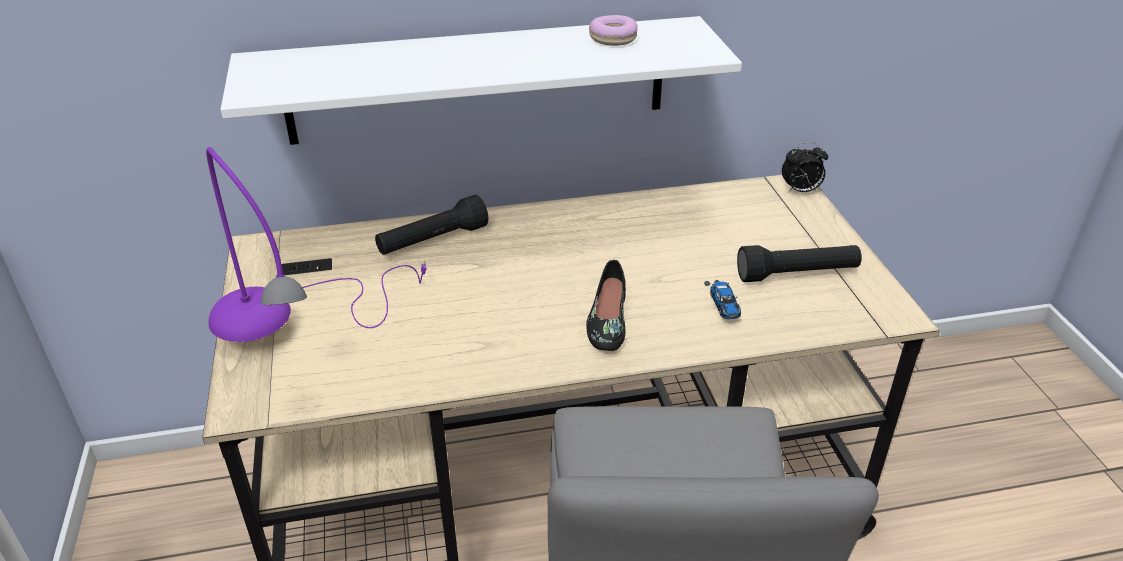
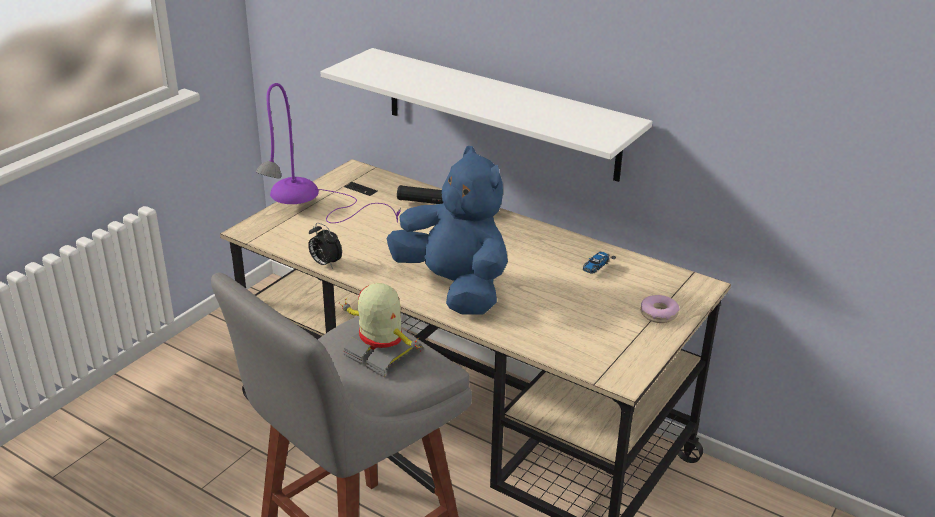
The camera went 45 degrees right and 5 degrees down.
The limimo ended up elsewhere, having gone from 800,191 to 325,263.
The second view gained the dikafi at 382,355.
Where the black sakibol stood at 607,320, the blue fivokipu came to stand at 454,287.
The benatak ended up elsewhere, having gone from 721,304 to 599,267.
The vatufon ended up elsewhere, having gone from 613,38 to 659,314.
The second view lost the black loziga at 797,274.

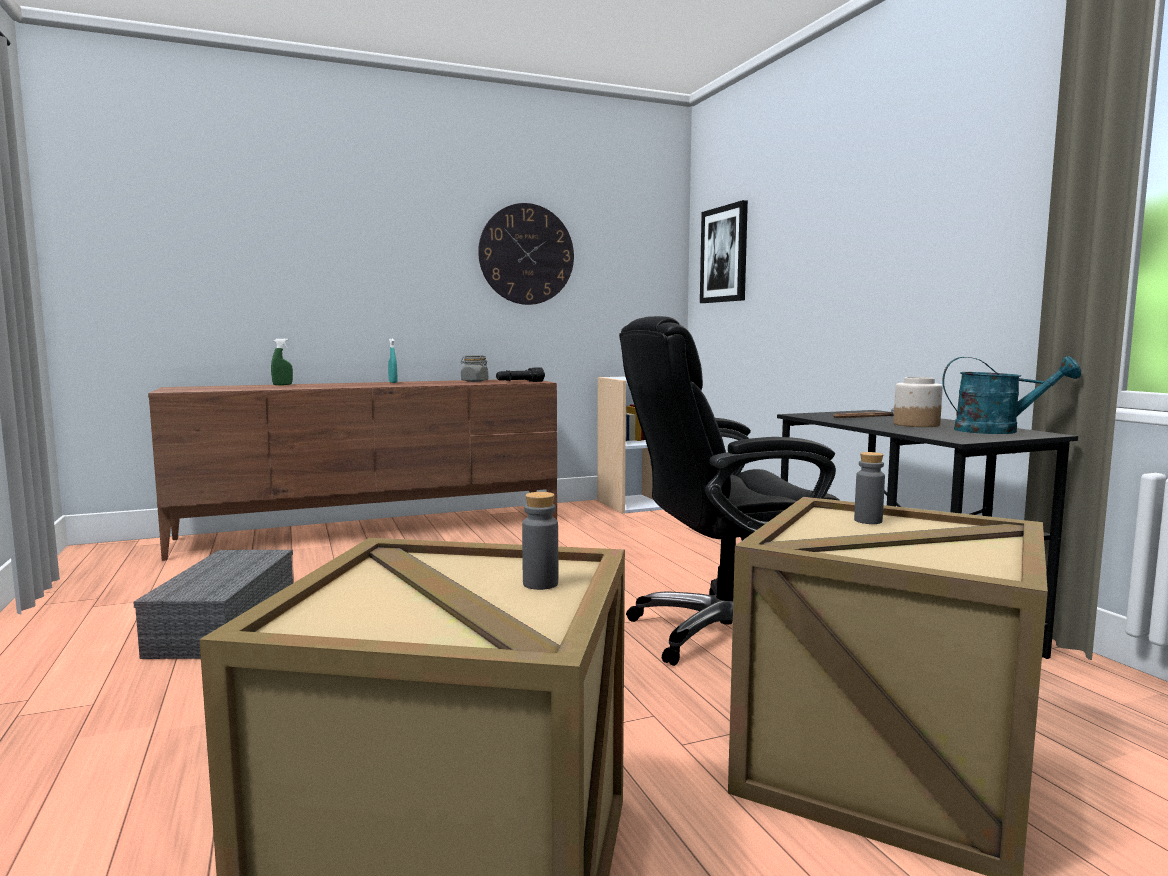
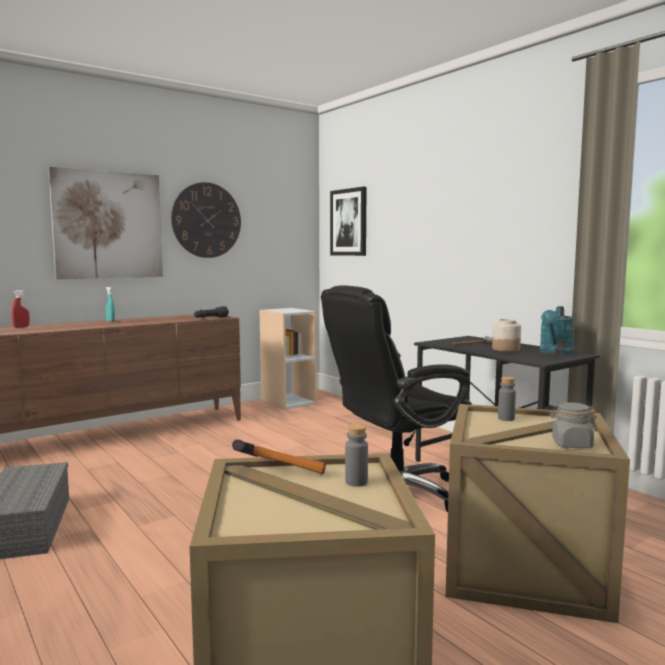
The camera went 15 degrees left and 0 degrees up.
What was the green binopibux at 282,385 turned into the red binopibux at 21,327.
The second view gained the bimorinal at 108,225.
The second view gained the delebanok at 280,471.
The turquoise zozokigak at 998,431 ended up facing another way, 120 degrees clockwise from before.
The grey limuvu ended up elsewhere, having gone from 474,381 to 571,444.

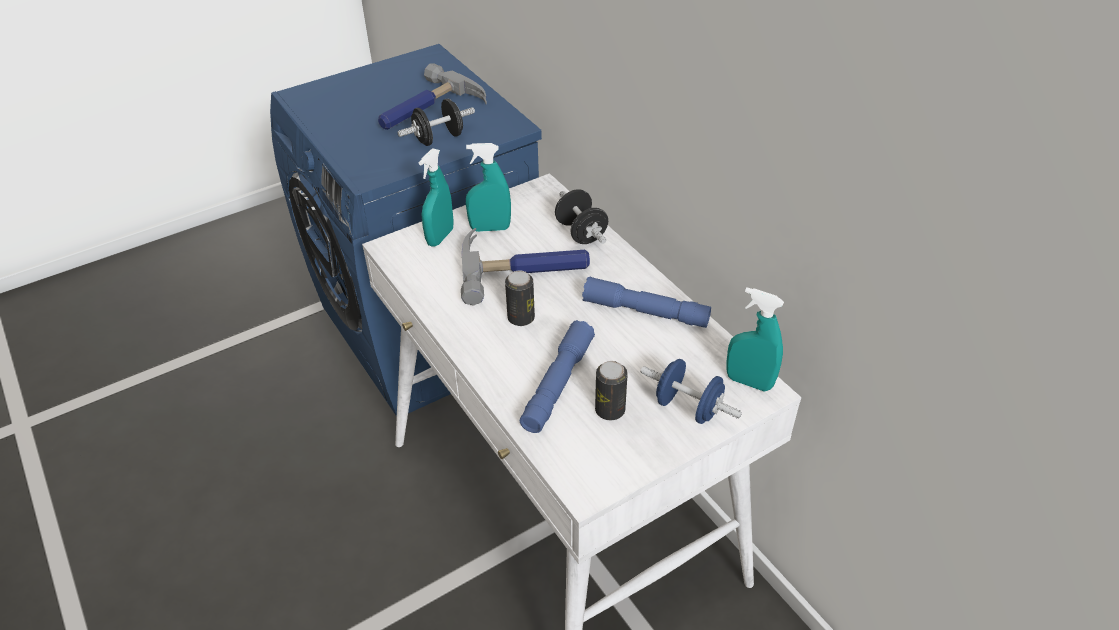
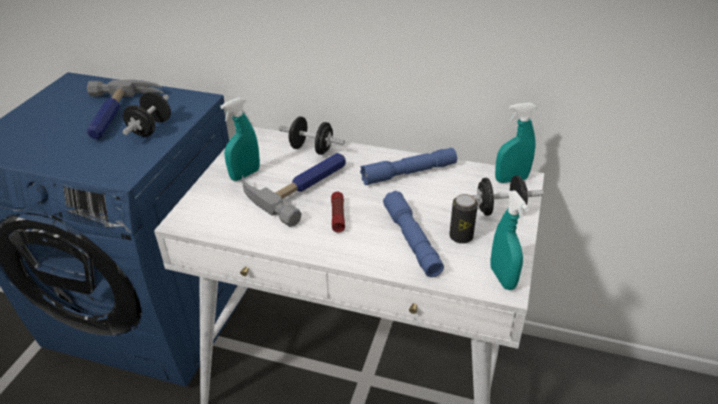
The camera went 40 degrees left and 5 degrees down.
Where the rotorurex stood at 521,318, the loziga came to stand at 337,216.
What was the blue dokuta at 688,407 turned into the black dokuta at 499,210.
The turquoise binopibux ended up elsewhere, having gone from 440,237 to 502,278.

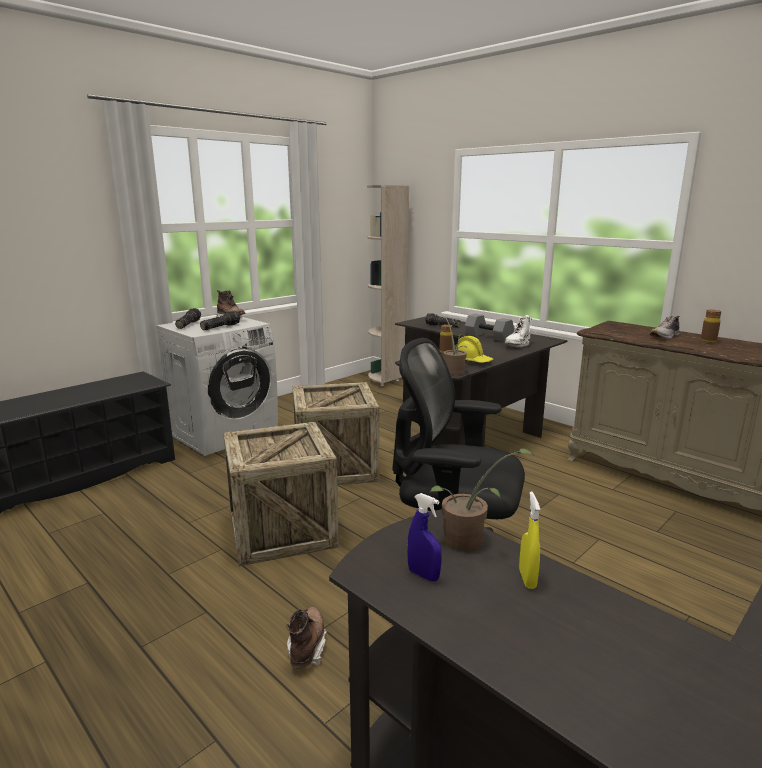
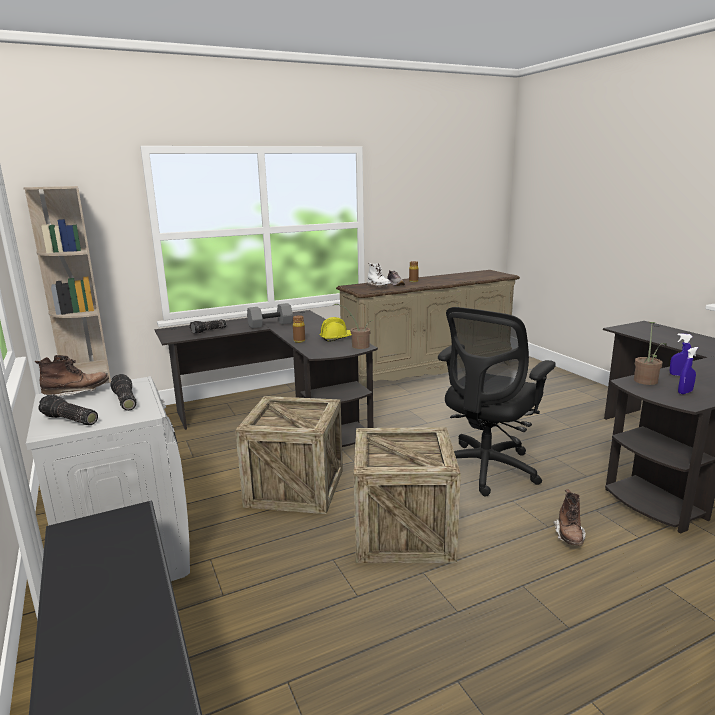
The camera went 70 degrees left and 0 degrees up.
The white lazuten ended up elsewhere, having gone from 517,346 to 378,287.
The brown lazuten at 307,647 ended up facing another way, 105 degrees counterclockwise from before.
What was the yellow binopibux at 527,579 turned into the blue binopibux at 679,375.

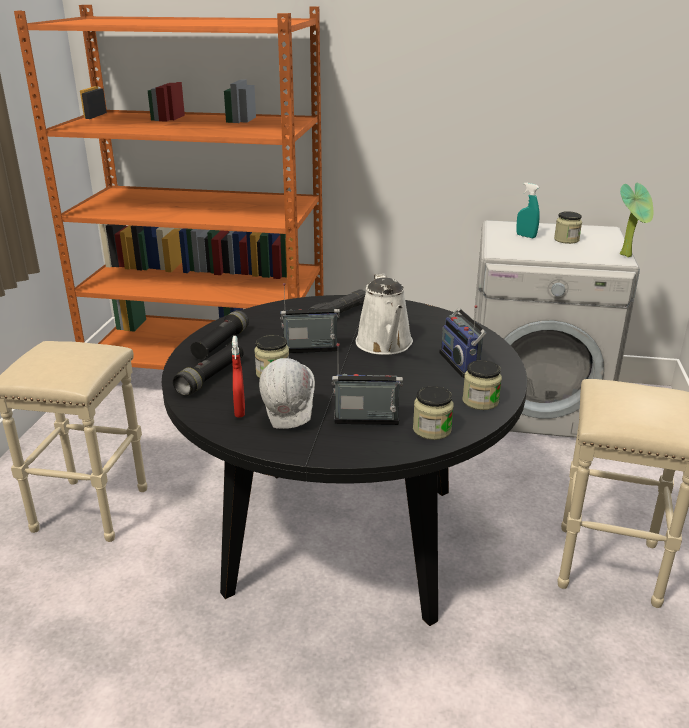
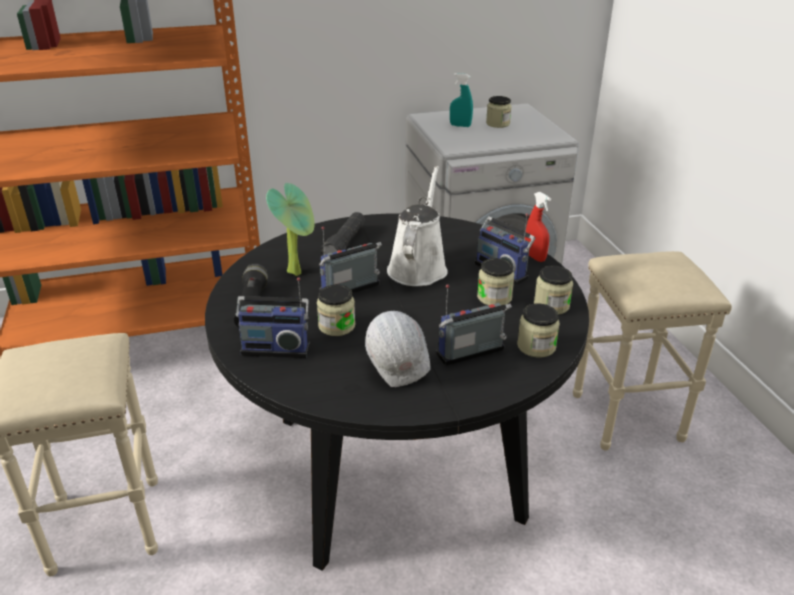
The camera went 25 degrees left and 5 degrees up.
Where the black loziga stood at 210,377, the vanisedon came to stand at 276,348.
The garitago ended up elsewhere, having gone from 628,255 to 298,272.
The white zozokigak at 385,345 ended up facing another way, 135 degrees counterclockwise from before.
The second view gained the limuvu at 494,297.
The red binopibux ended up elsewhere, having gone from 240,411 to 534,257.

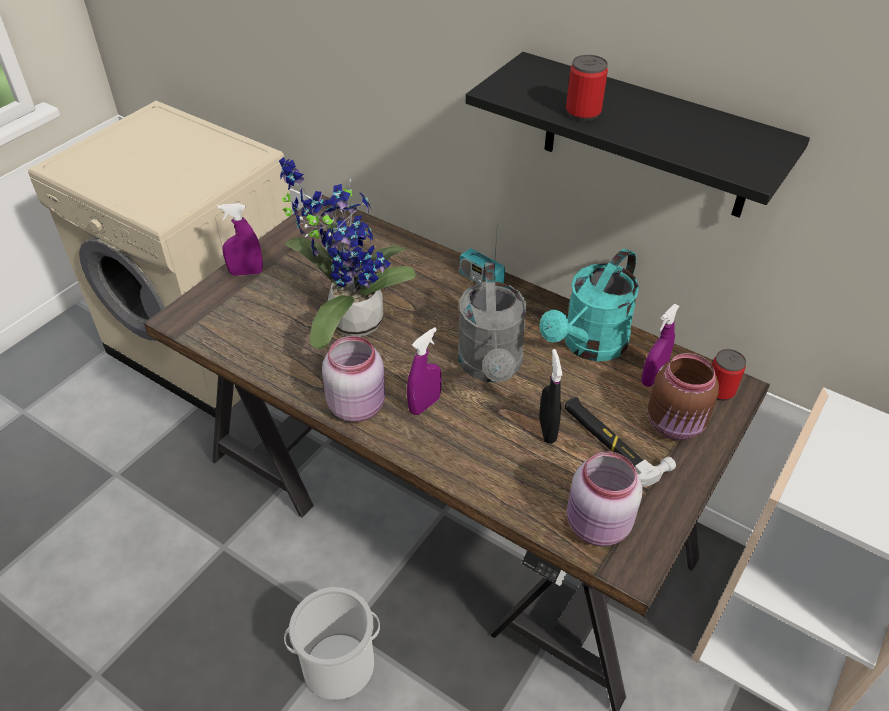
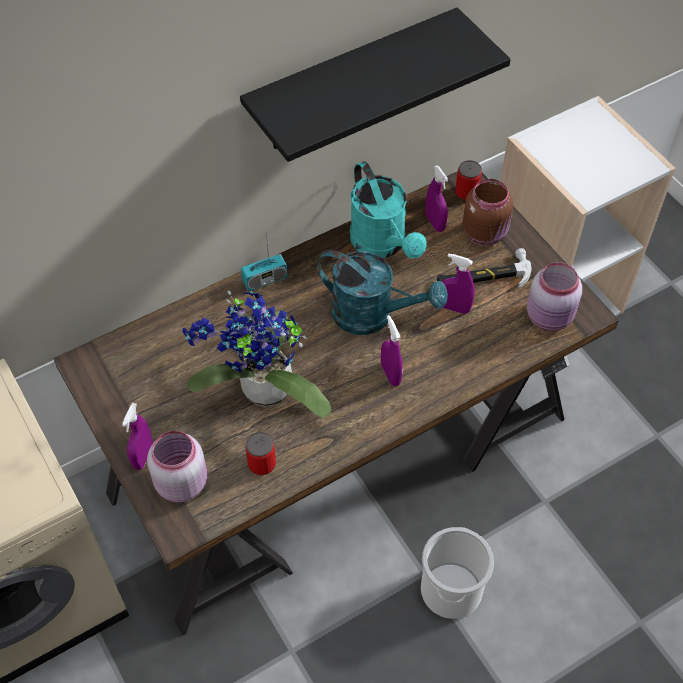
The camera went 65 degrees left and 10 degrees up.
The pink limuvu ended up elsewhere, having gone from 358,405 to 181,482.
The rotorurex ended up elsewhere, having gone from 583,113 to 262,464.
What was the grey zozokigak at 491,367 turned into the turquoise zozokigak at 373,315.
What was the black binopibux at 547,430 turned into the purple binopibux at 454,308.

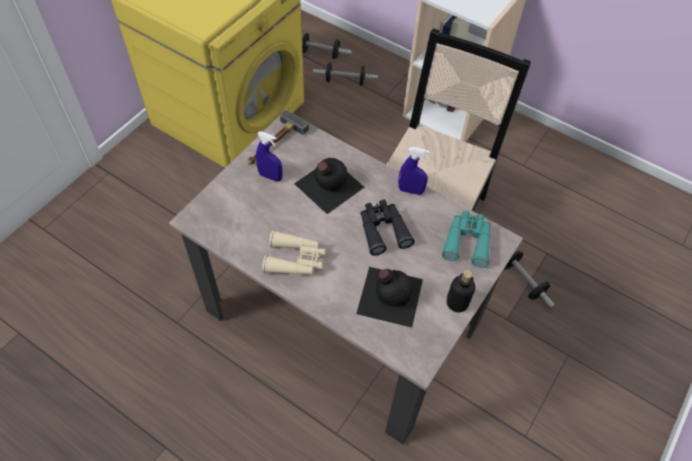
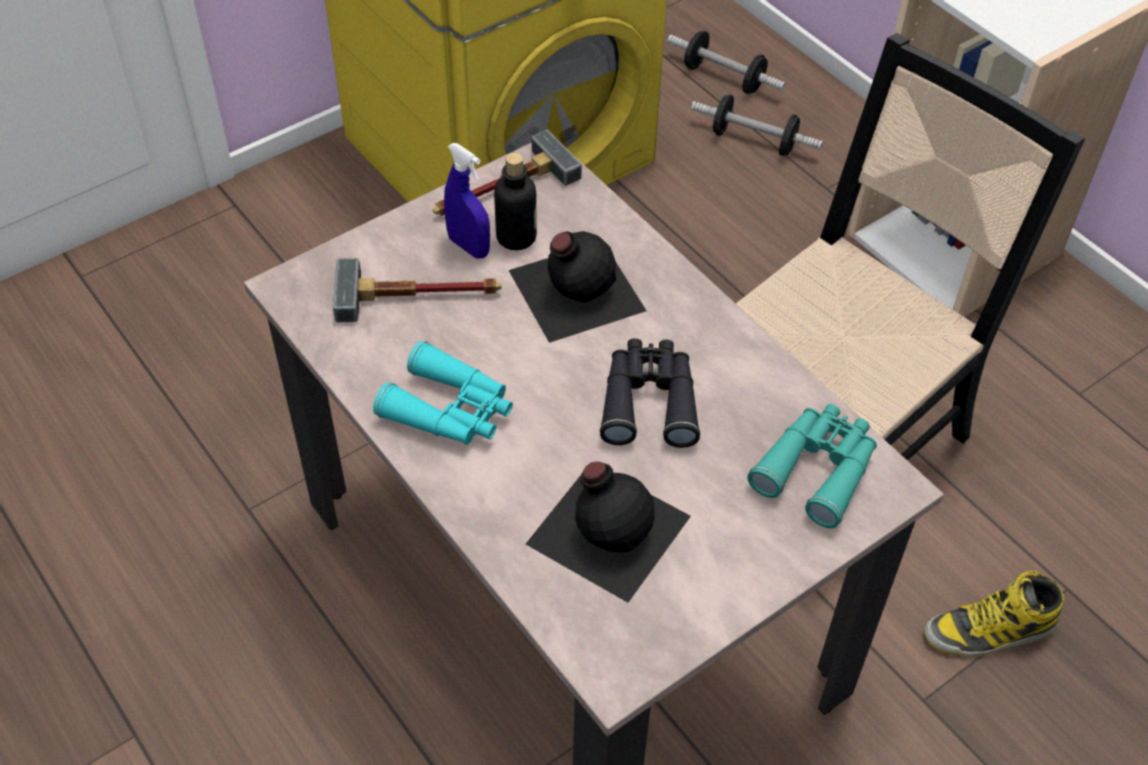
The camera went 20 degrees right and 5 degrees down.
The second view gained the delebanok at 419,295.
What was the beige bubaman at 295,259 turned into the turquoise bubaman at 450,410.
The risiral ended up elsewhere, having gone from 457,303 to 516,237.
Where the dokuta stood at 522,281, the lazuten came to stand at 989,631.
The second view lost the blue binopibux at 410,190.

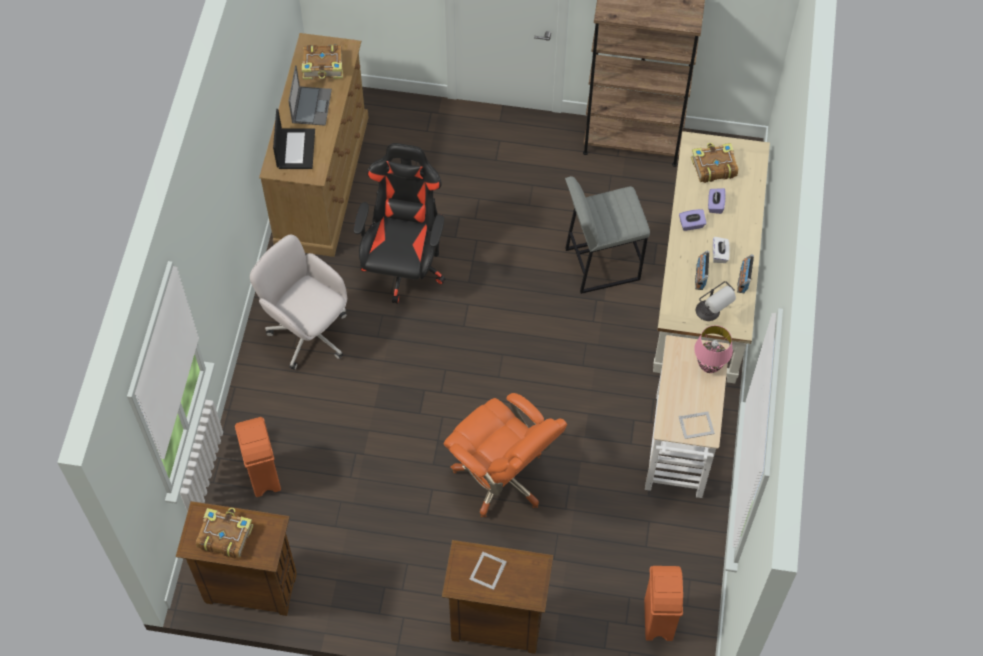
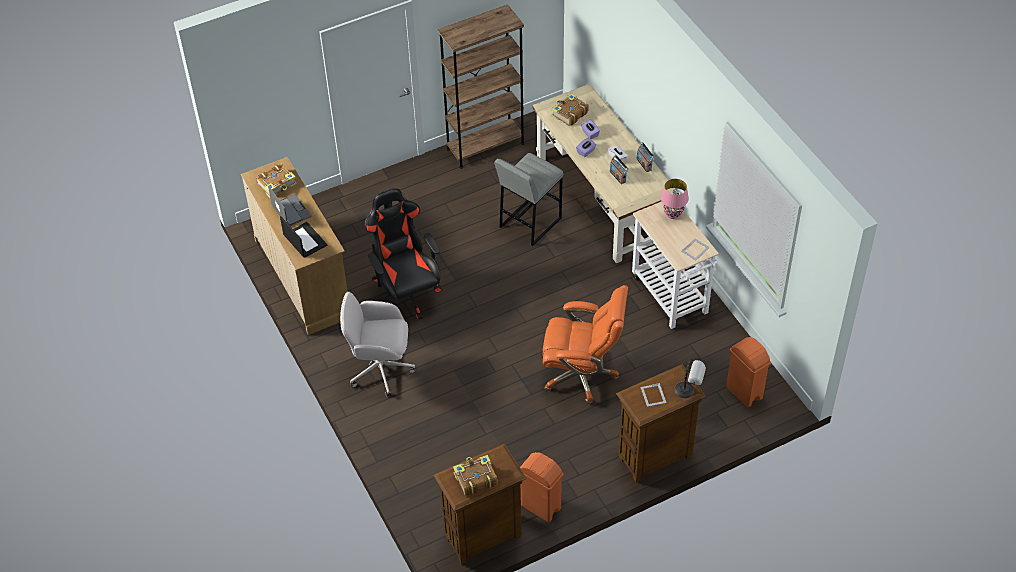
The camera went 35 degrees left and 10 degrees down.
The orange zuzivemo ended up elsewhere, having gone from 263,476 to 541,507.
The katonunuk ended up elsewhere, having gone from 711,314 to 689,390.

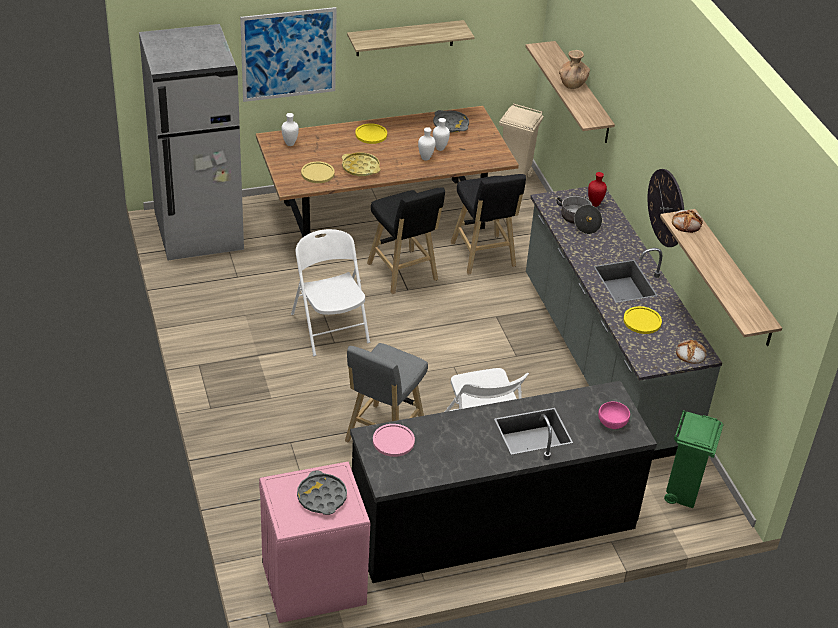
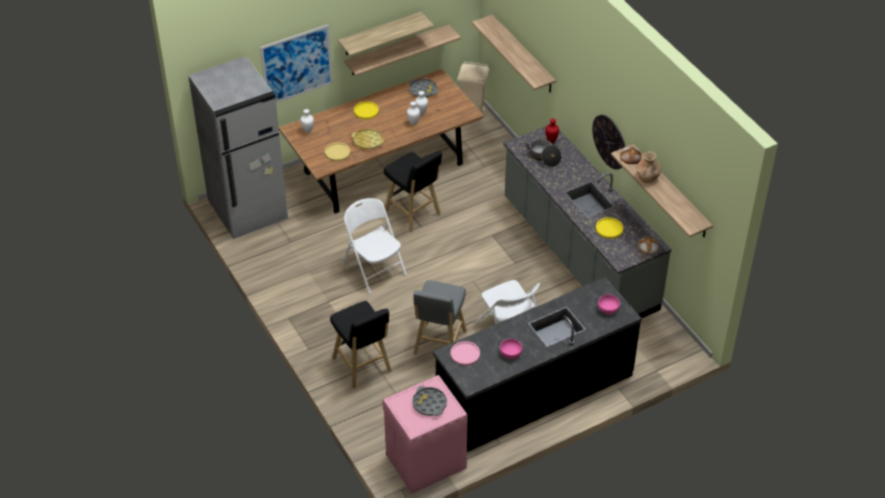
The camera went 10 degrees left and 5 degrees up.
The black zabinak ended up elsewhere, having gone from 483,257 to 363,367.
The second view gained the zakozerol at 397,50.
The second view gained the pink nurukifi at 511,353.
The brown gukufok ended up elsewhere, having gone from 572,84 to 647,178.
The second view lost the green zuzivemo at 682,493.

